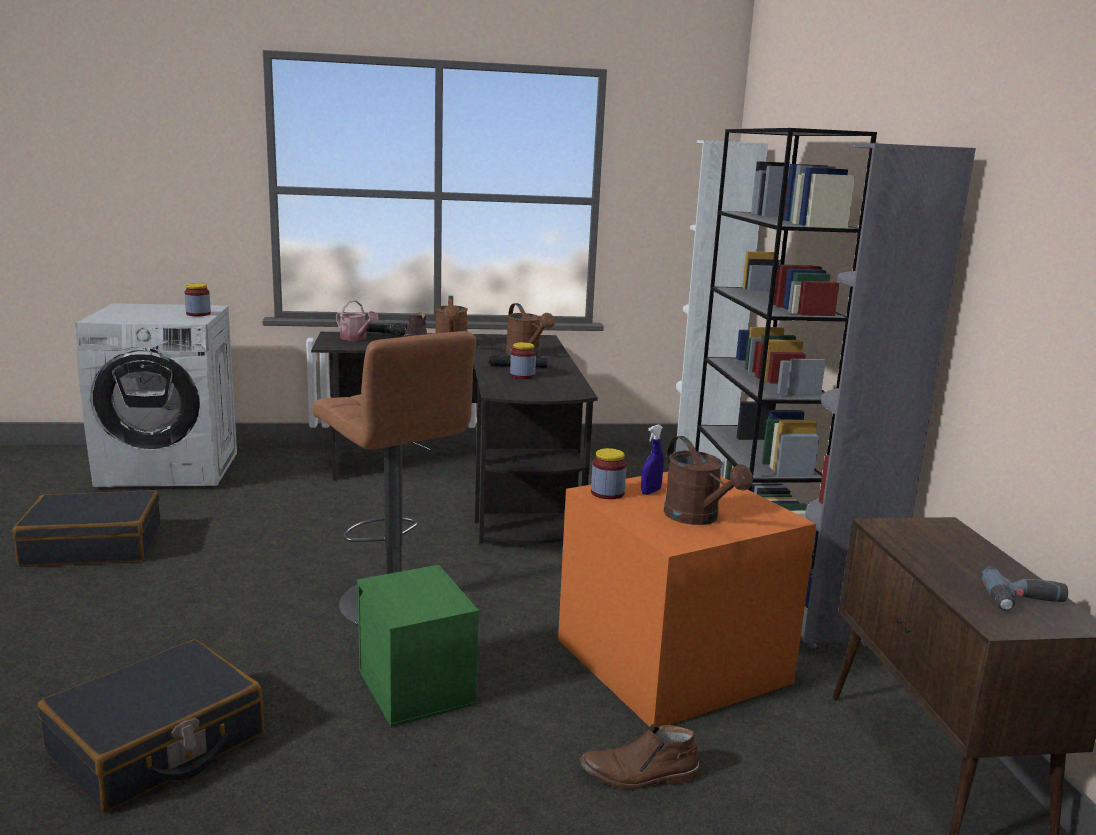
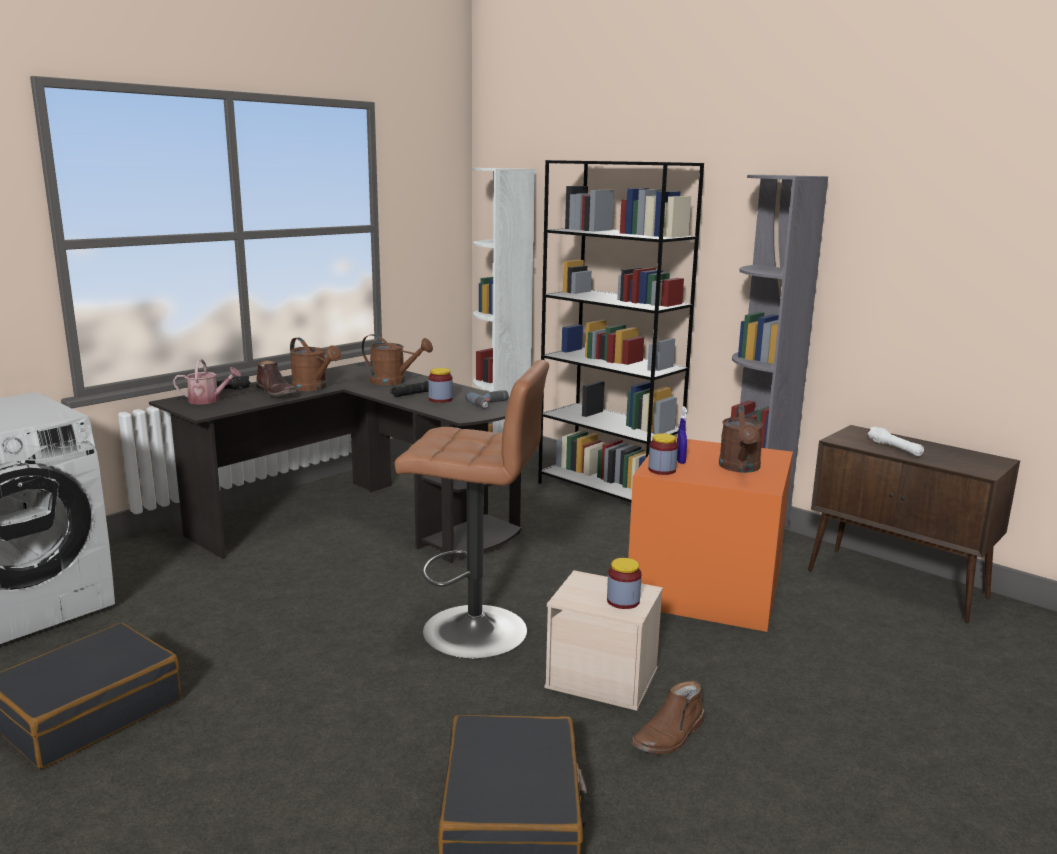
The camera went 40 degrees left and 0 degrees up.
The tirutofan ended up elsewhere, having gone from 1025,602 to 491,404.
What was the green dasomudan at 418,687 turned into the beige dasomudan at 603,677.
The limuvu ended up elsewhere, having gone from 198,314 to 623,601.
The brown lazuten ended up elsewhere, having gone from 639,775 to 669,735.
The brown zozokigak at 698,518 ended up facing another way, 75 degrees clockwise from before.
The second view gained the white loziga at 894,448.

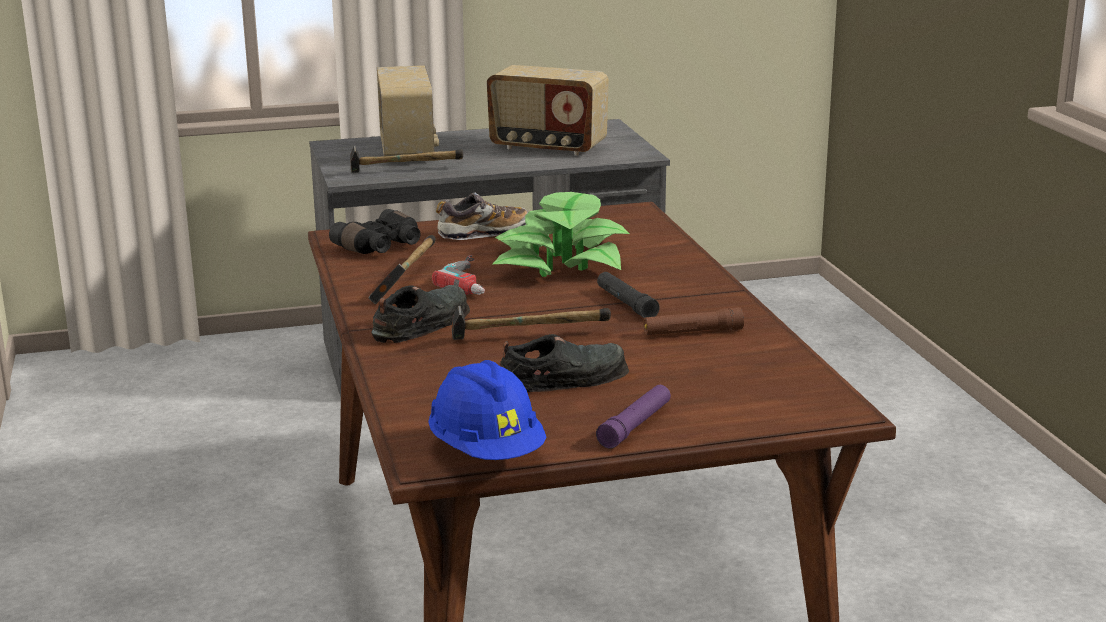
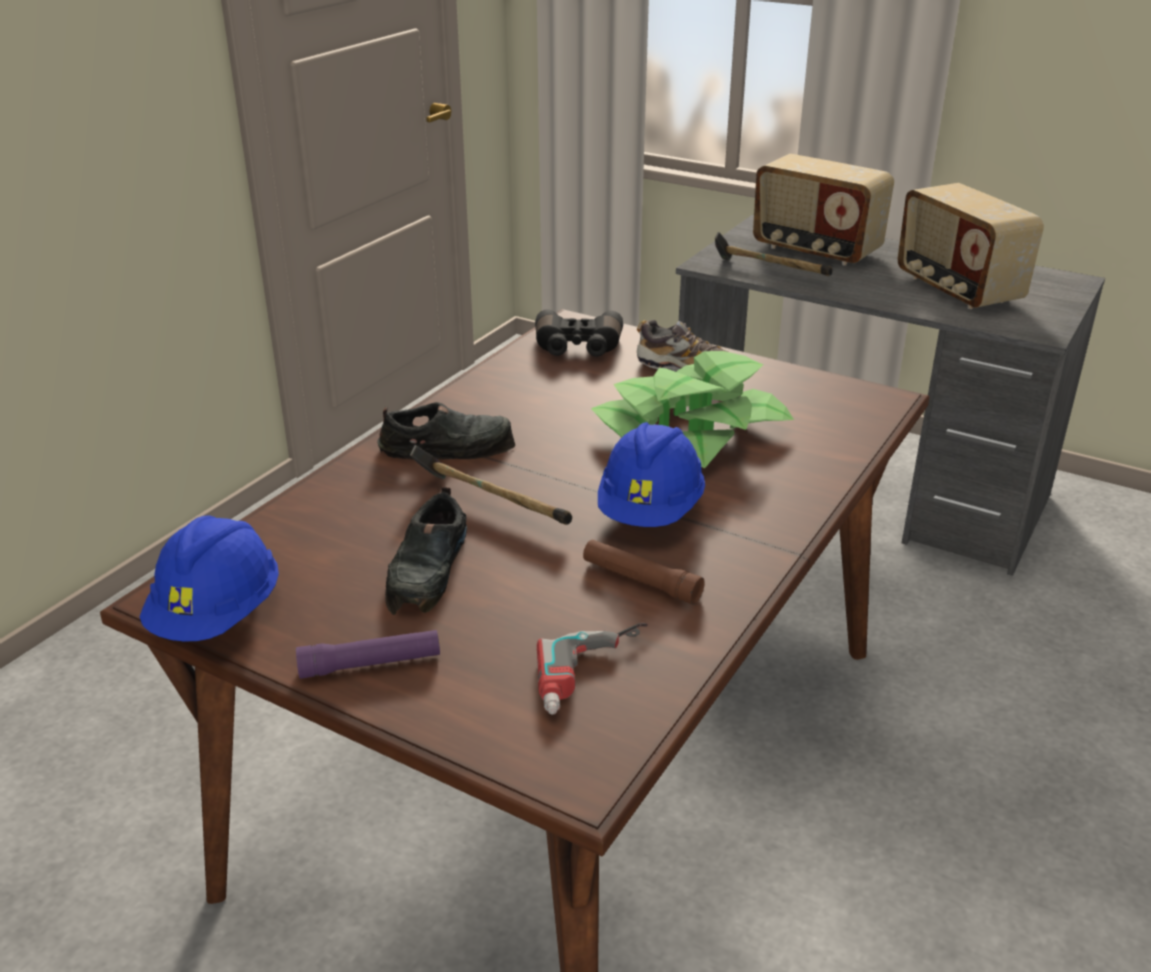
The camera went 45 degrees right and 10 degrees up.
The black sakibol at 563,378 ended up facing another way, 75 degrees clockwise from before.
The tirutofan ended up elsewhere, having gone from 475,281 to 597,676.
Where the black loziga stood at 626,303, the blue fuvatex came to stand at 650,511.
The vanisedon at 408,150 ended up facing another way, 90 degrees clockwise from before.
The second view lost the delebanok at 406,281.

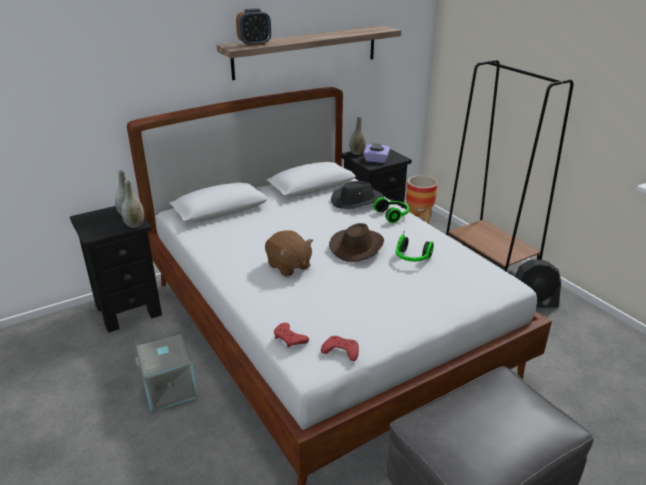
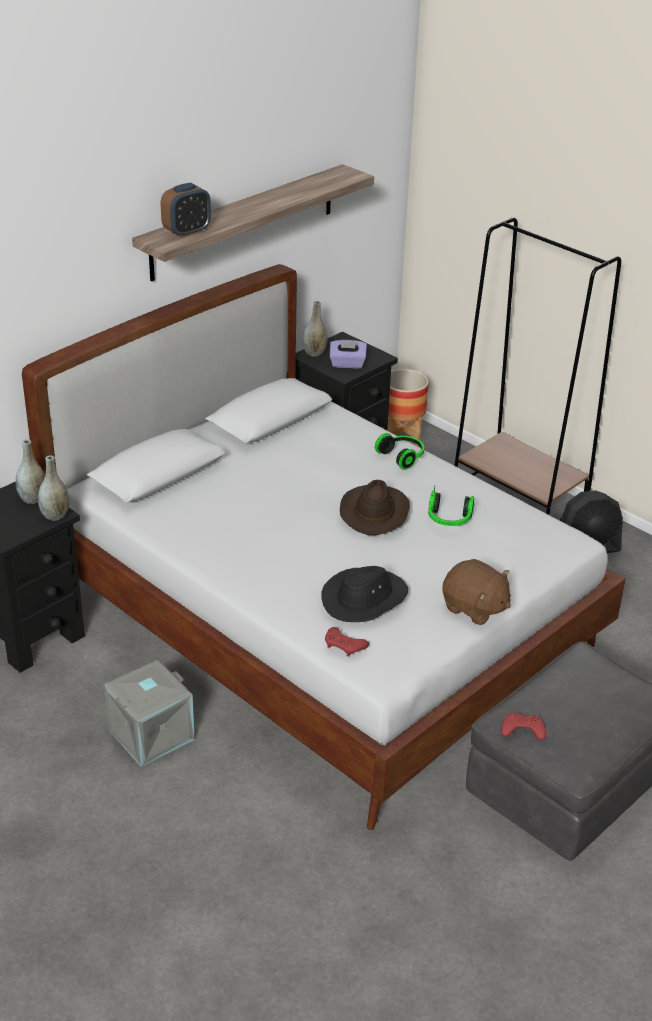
The camera went 15 degrees left and 5 degrees up.
The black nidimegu ended up elsewhere, having gone from 357,200 to 364,598.
The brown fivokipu ended up elsewhere, having gone from 288,266 to 474,608.
The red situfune ended up elsewhere, having gone from 341,351 to 522,730.

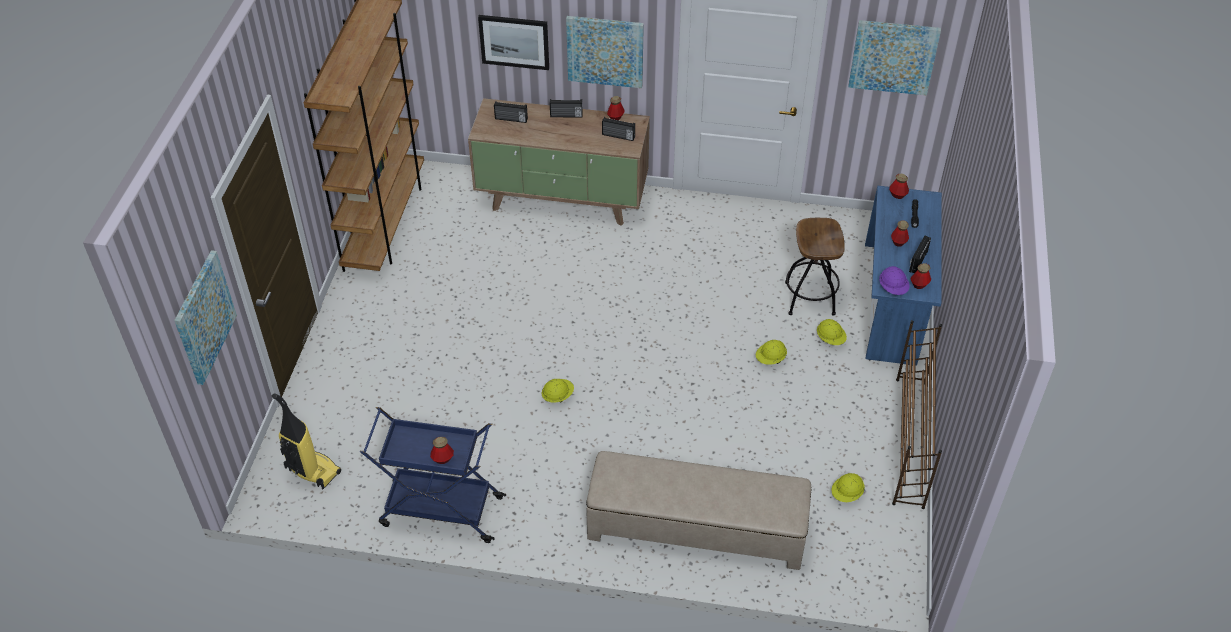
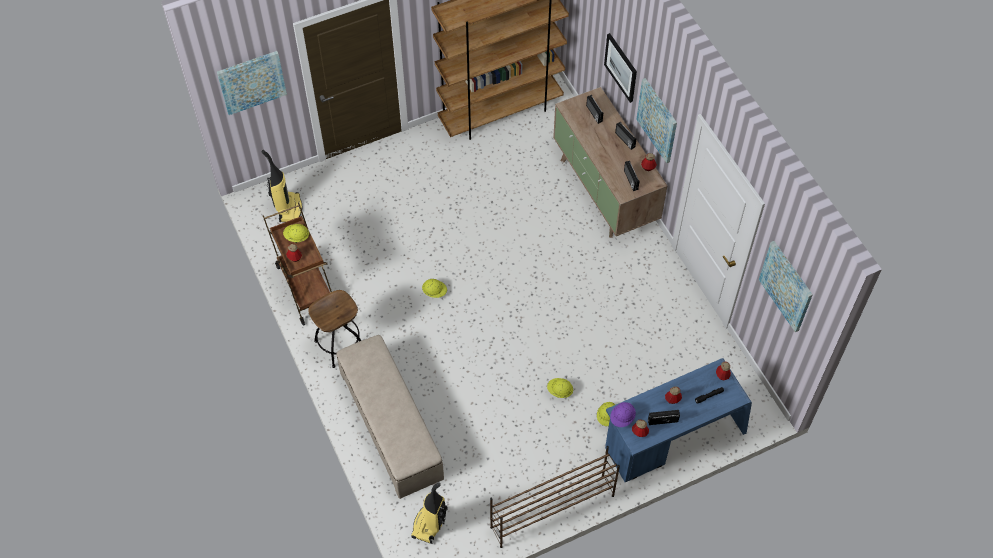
The camera went 55 degrees right and 10 degrees up.
What was the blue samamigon at 441,511 turned into the brown samamigon at 306,288.
The yellow fuvatex ended up elsewhere, having gone from 847,494 to 297,237.
The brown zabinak ended up elsewhere, having gone from 810,298 to 340,345.
The second view gained the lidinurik at 429,524.

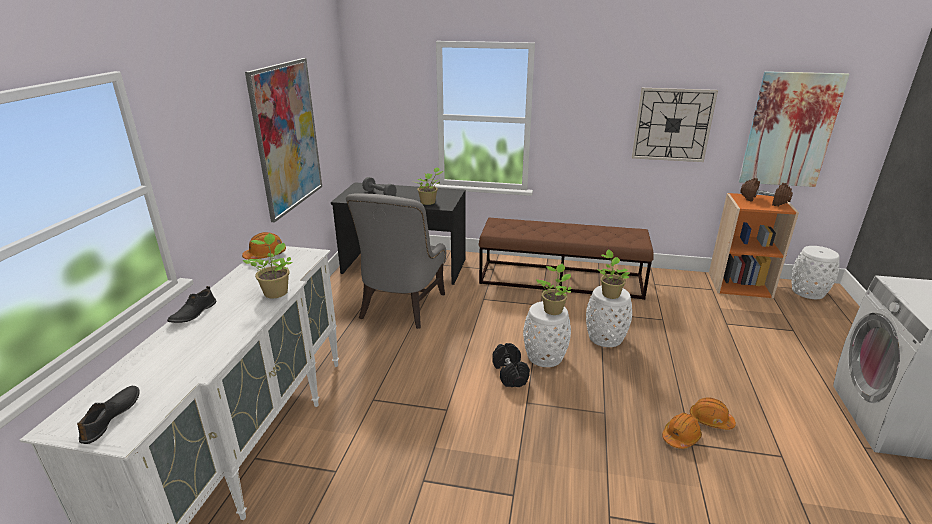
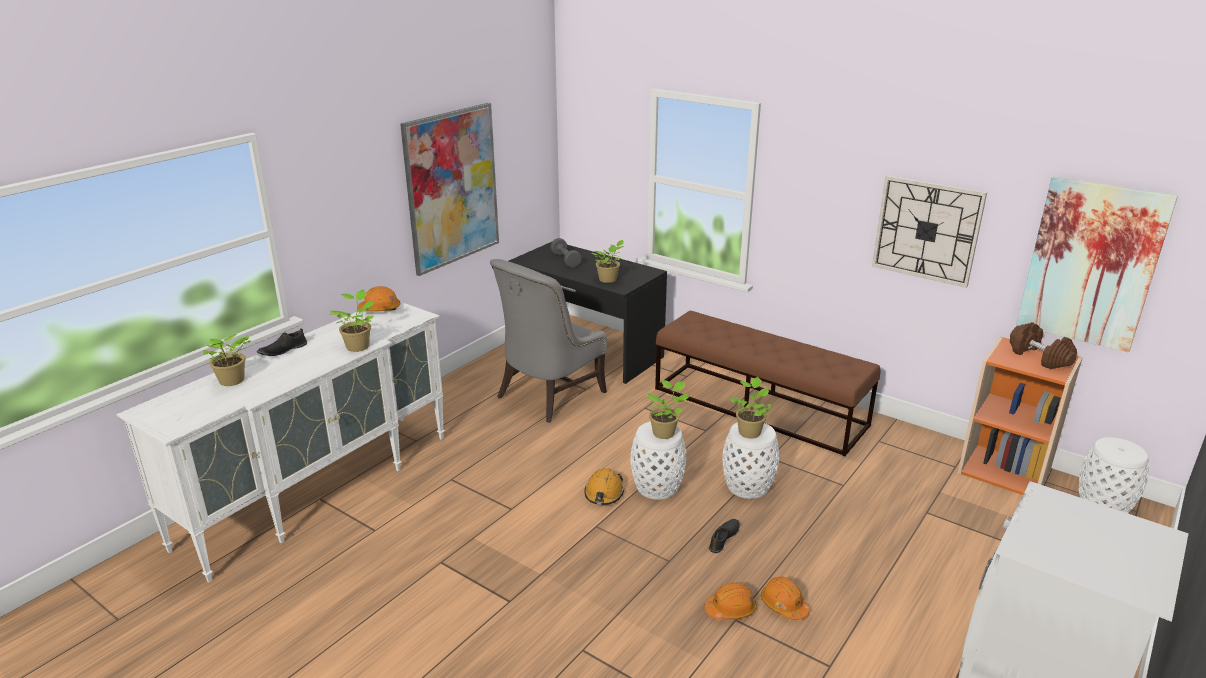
The camera went 25 degrees right and 0 degrees up.
The second view gained the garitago at 232,381.
Where the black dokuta stood at 510,374, the orange fuvatex came to stand at 604,494.
The black sakibol ended up elsewhere, having gone from 112,417 to 724,538.

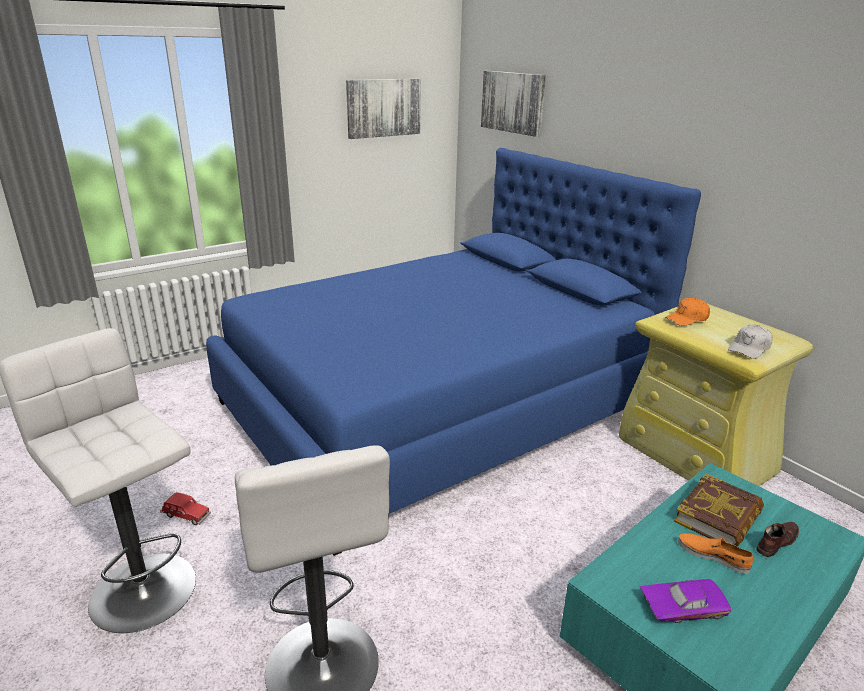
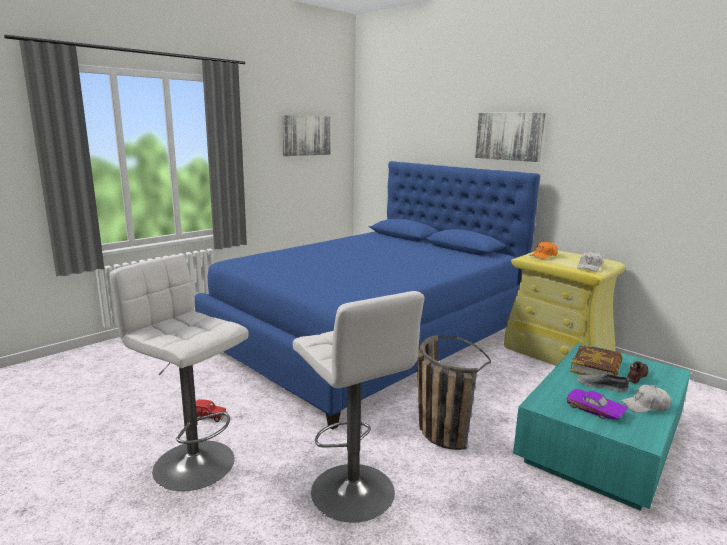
The camera went 10 degrees left and 10 degrees down.
The second view gained the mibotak at 437,427.
The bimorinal ended up elsewhere, having gone from 513,102 to 509,136.
The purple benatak at 681,605 ended up facing another way, 120 degrees counterclockwise from before.
What was the orange sakibol at 713,555 turned into the grey sakibol at 602,386.
The second view gained the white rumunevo at 645,406.

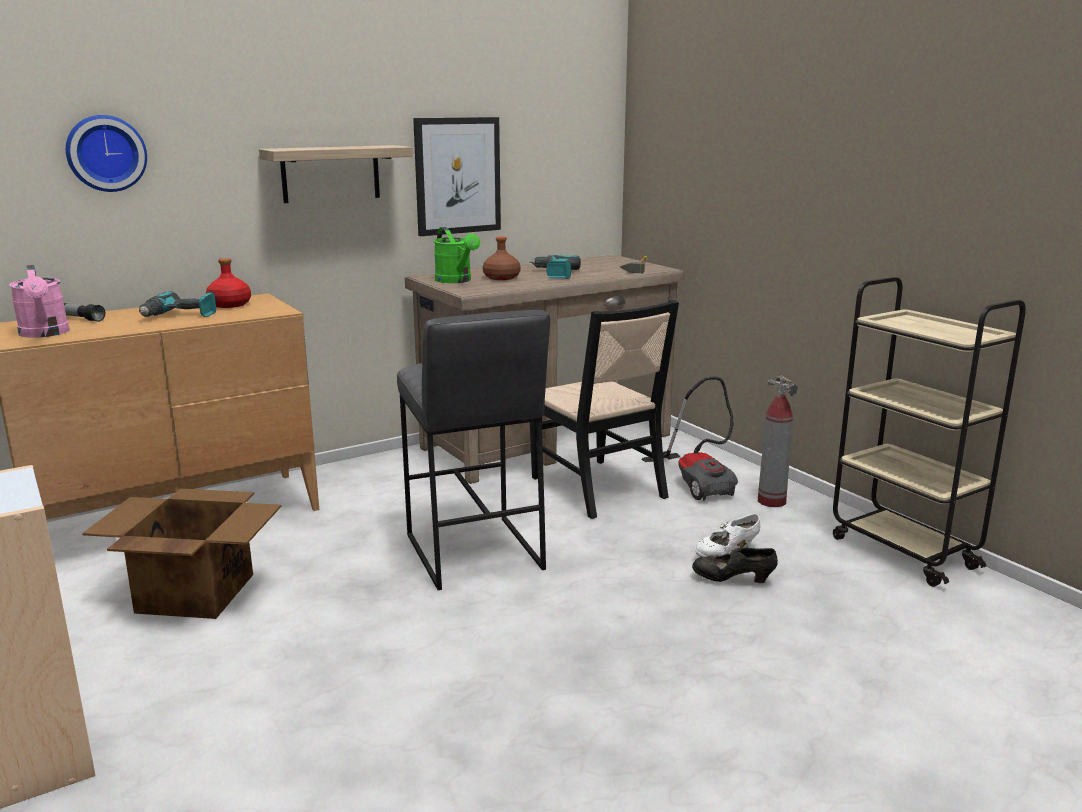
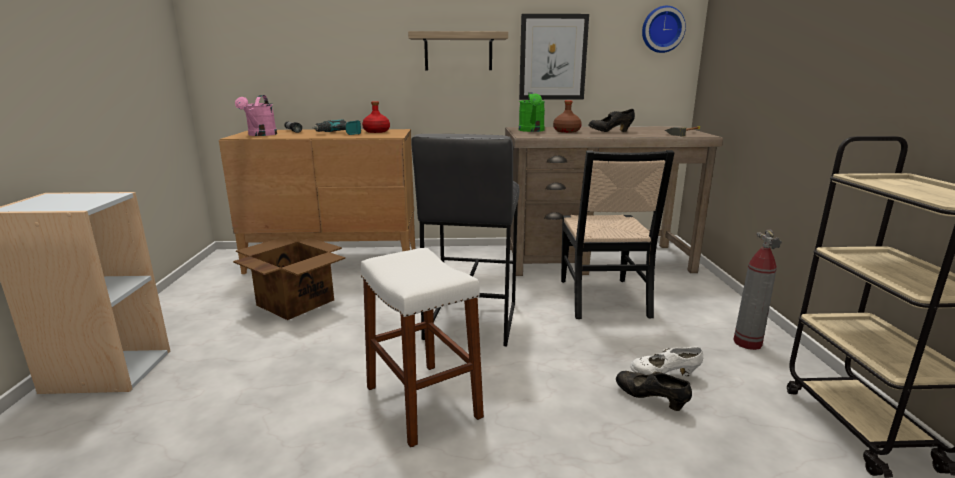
The camera went 30 degrees right and 0 degrees up.
The second view gained the white zabinak at 422,402.
Where the tirutofan stood at 555,274, the black sakibol came to stand at 610,132.
The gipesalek ended up elsewhere, having gone from 106,153 to 662,29.
The second view lost the lidinurik at 697,482.

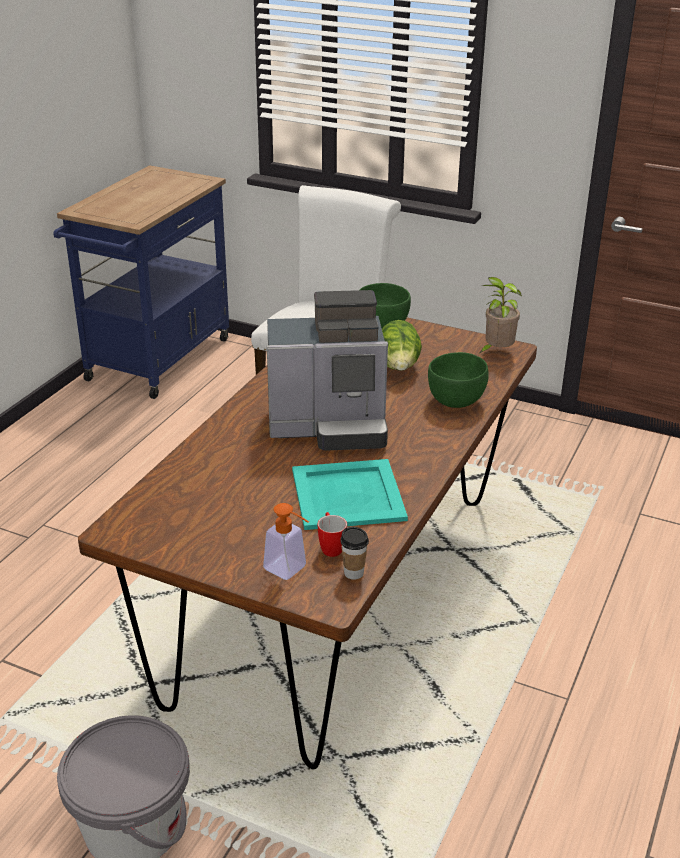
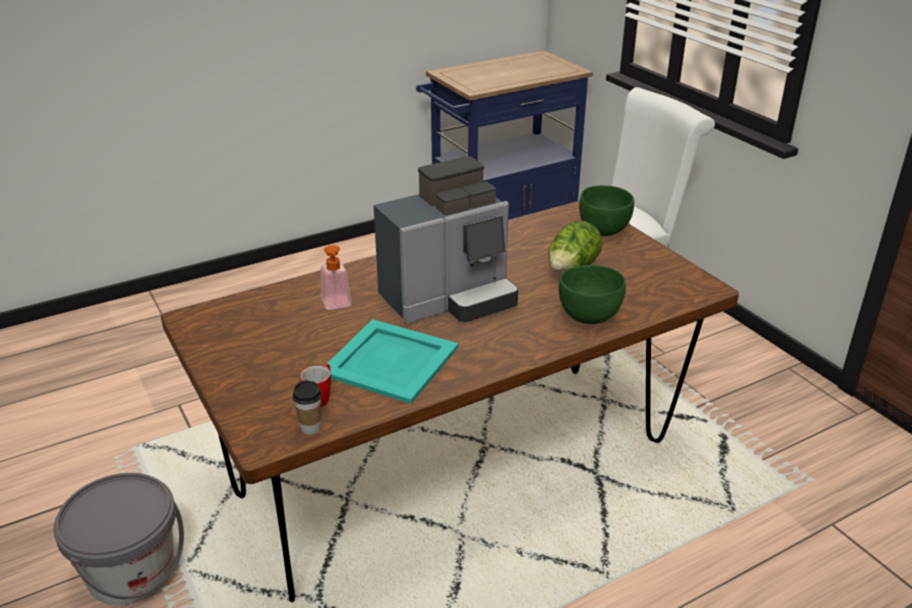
The camera went 35 degrees right and 0 degrees up.
The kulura ended up elsewhere, having gone from 290,570 to 337,306.
The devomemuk at 331,426 ended up facing another way, 60 degrees counterclockwise from before.
The second view lost the garitago at 496,352.

